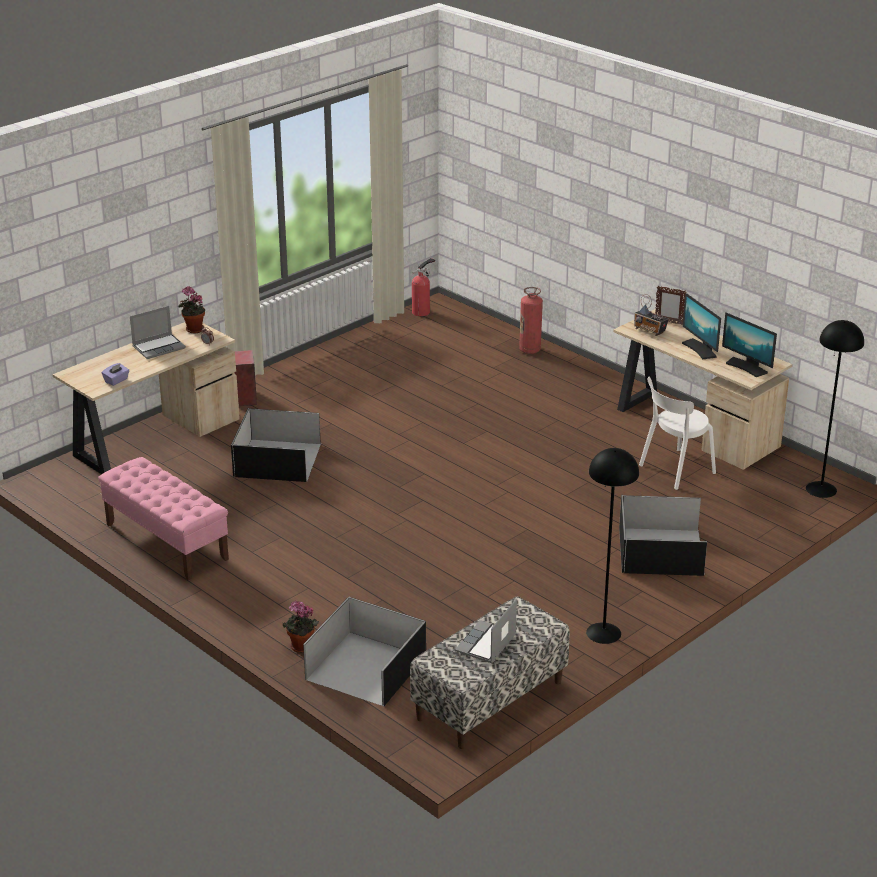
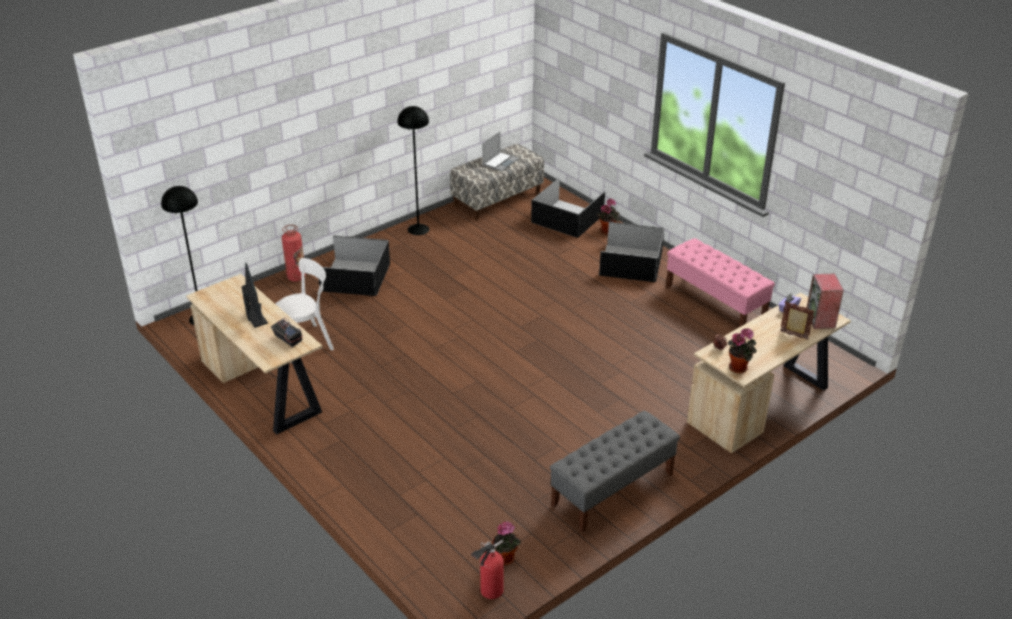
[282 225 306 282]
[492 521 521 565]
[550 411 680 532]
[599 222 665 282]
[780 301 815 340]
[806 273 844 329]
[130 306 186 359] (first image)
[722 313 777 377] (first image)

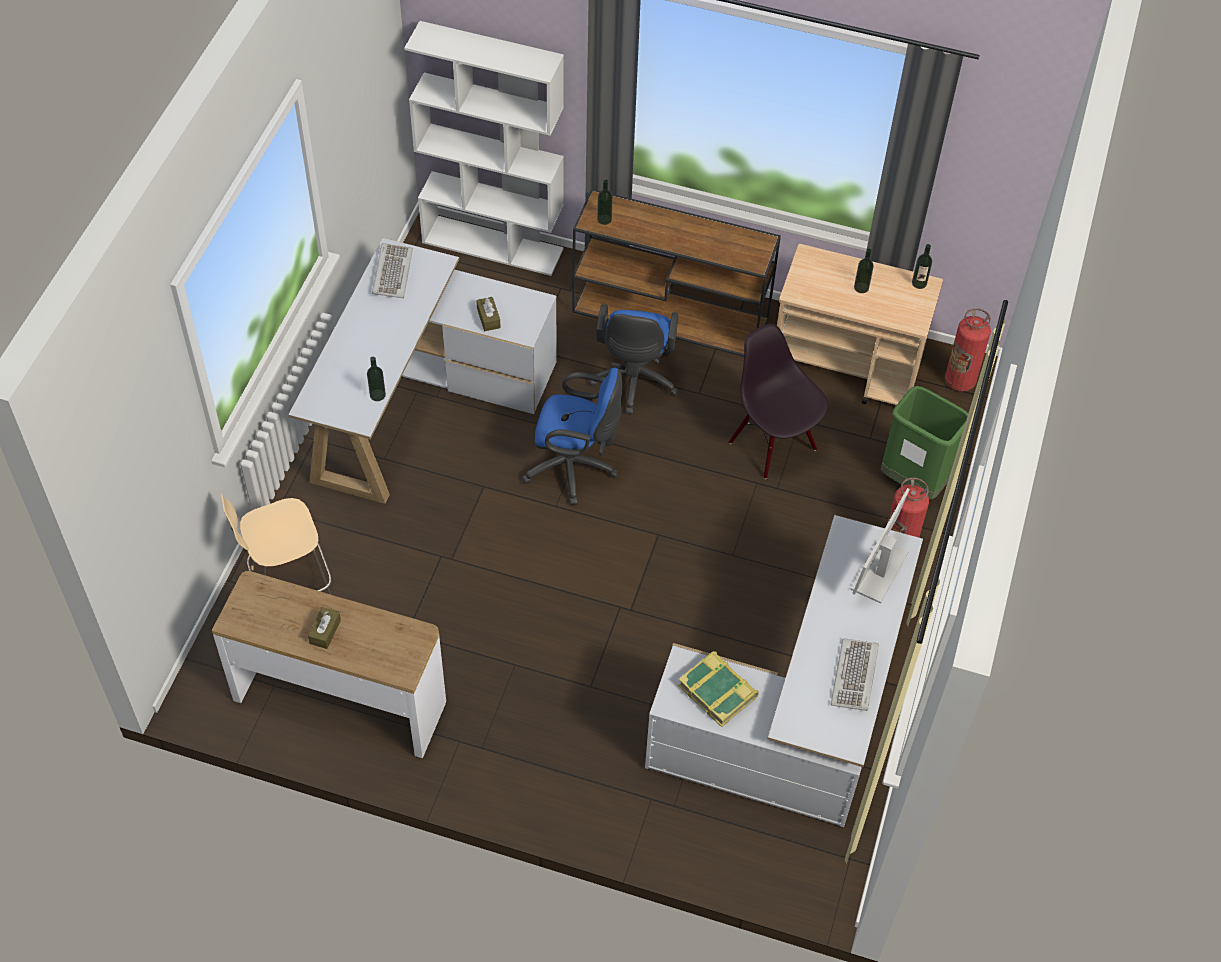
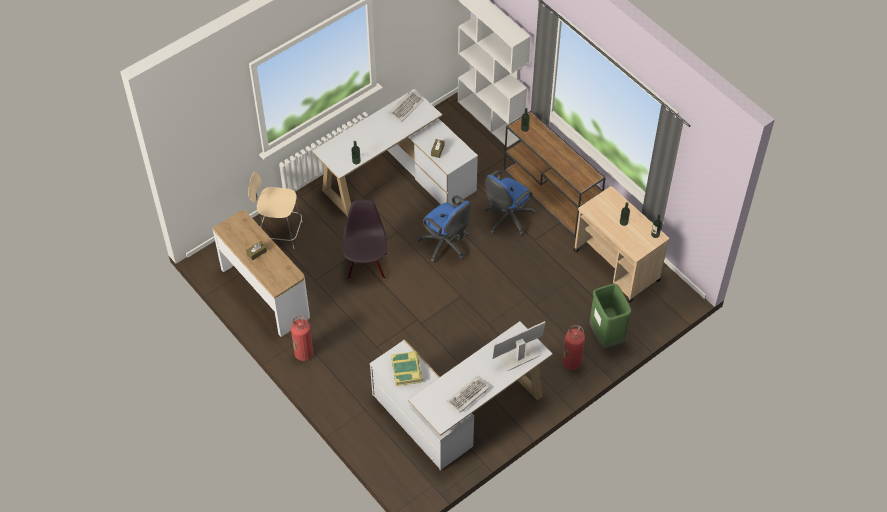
[291 316 313 361]
[342 199 387 280]

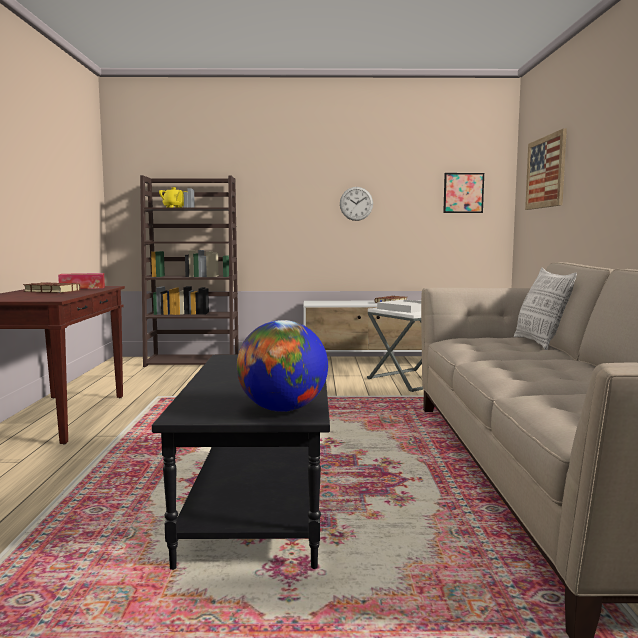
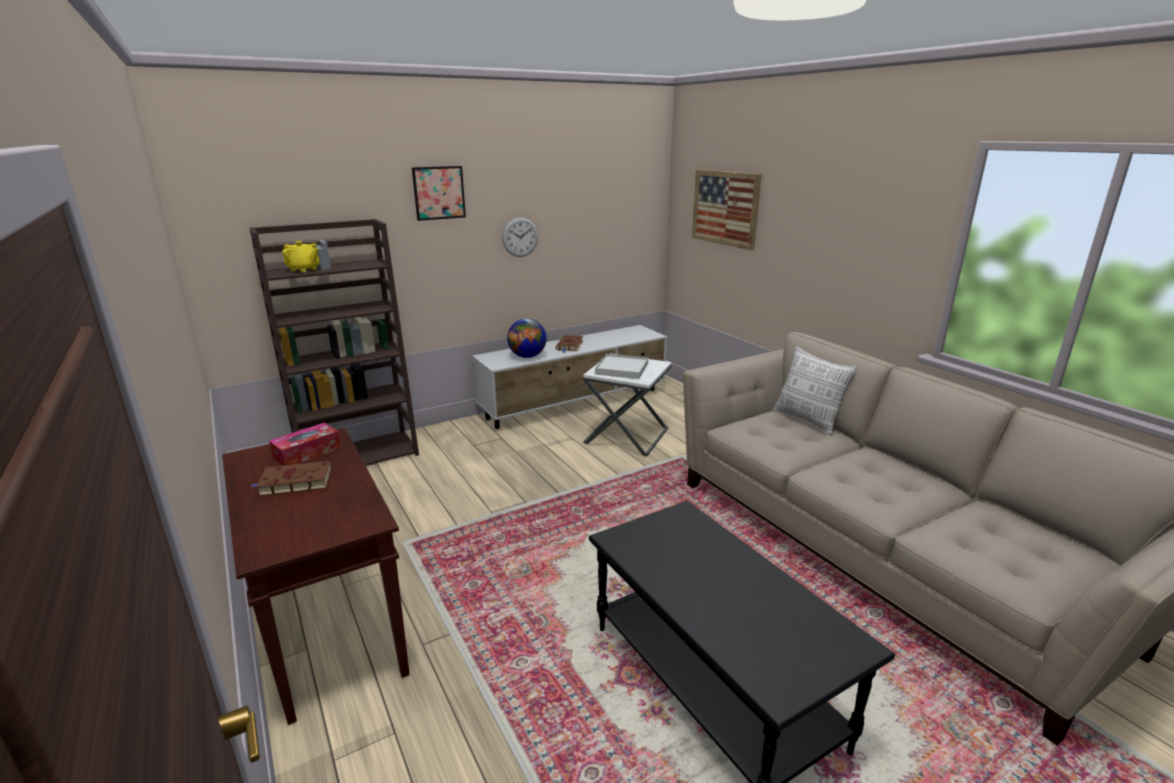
[412 166 466 221]
[507 319 547 358]

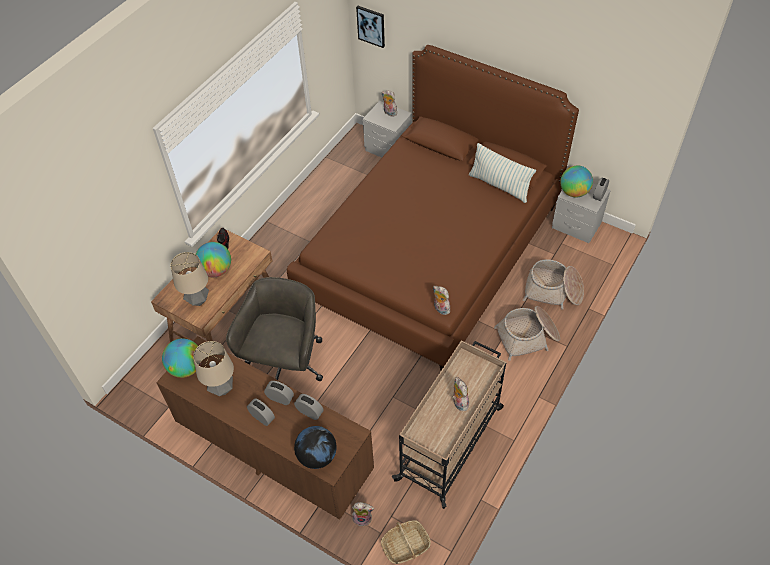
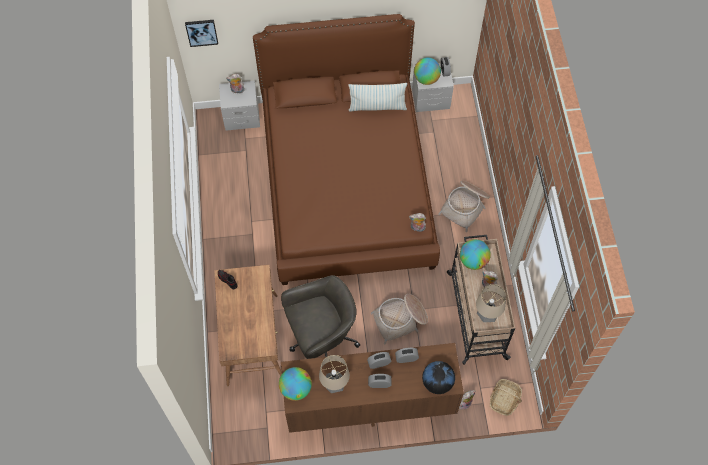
[281 275 360 359]
[371 294 428 344]
[460 239 491 270]
[476 284 506 322]

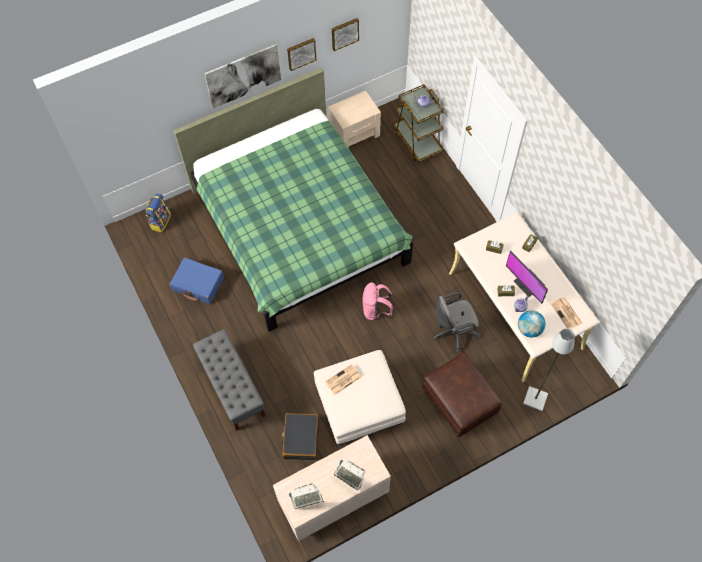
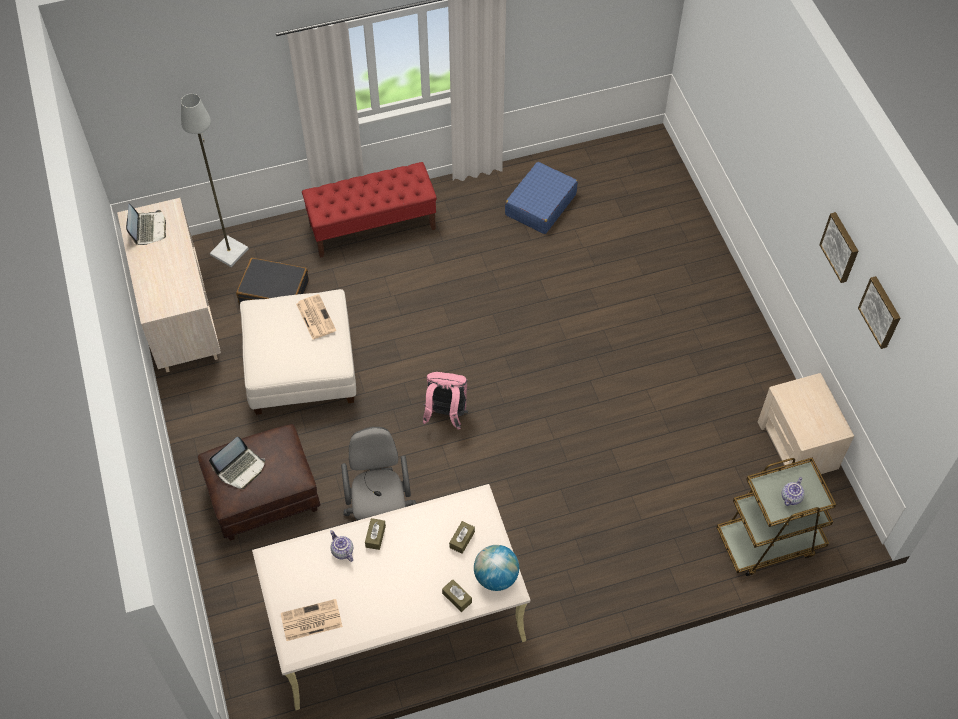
[181 94 249 267]
[209 437 265 489]
[302 162 437 258]
[474 545 519 591]
[146 193 171 232] (first image)
[174 68 413 332] (first image)
[204 44 281 108] (first image)
[506 251 548 304] (first image)

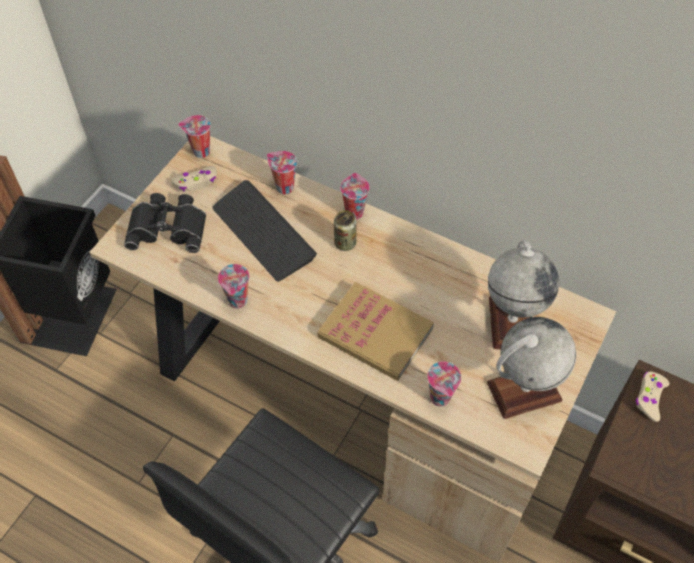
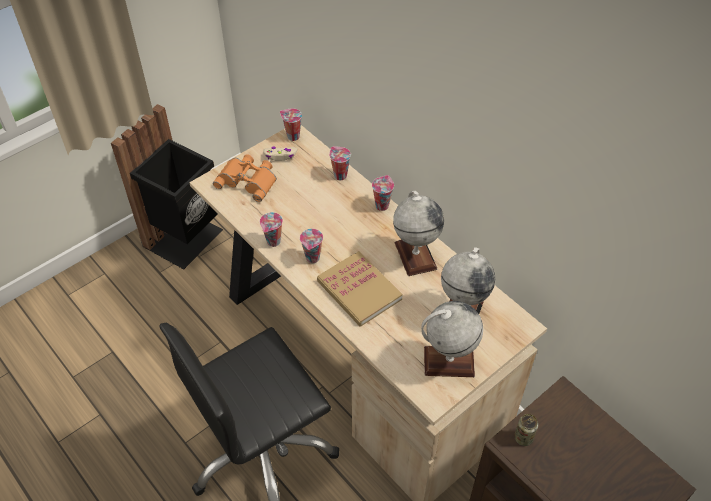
[213 154 277 202]
[300 229 323 263]
[393 191 444 276]
[514 414 538 446]
[212 180 317 282] (first image)
[636 371 669 422] (first image)

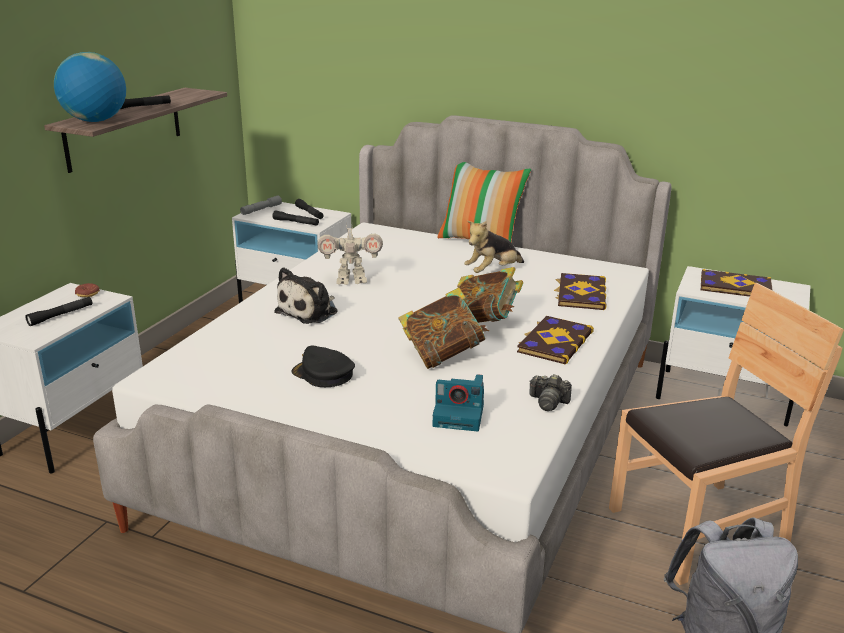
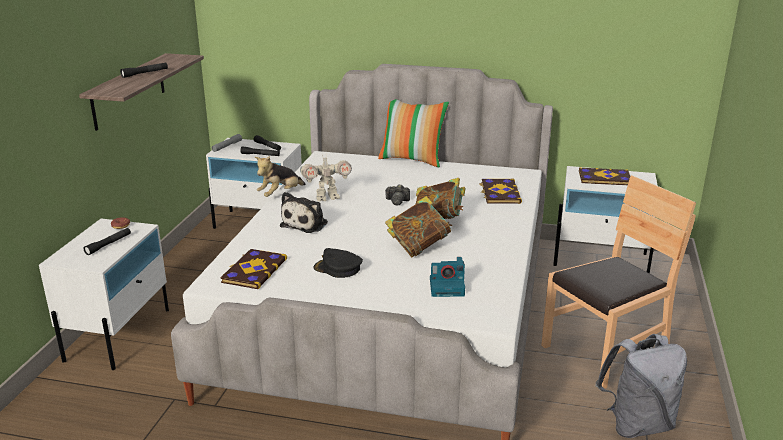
[220 249 287 289]
[255 156 306 197]
[385 184 410 205]
[54 52 126 122] (first image)

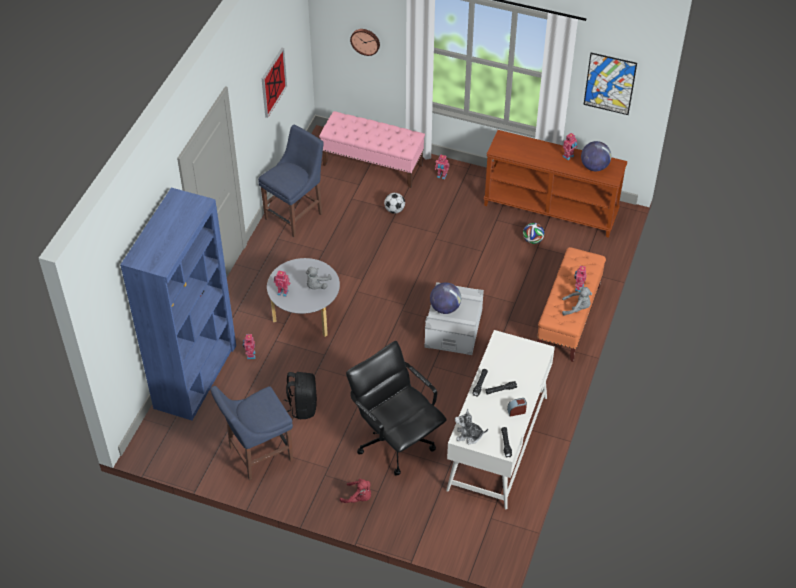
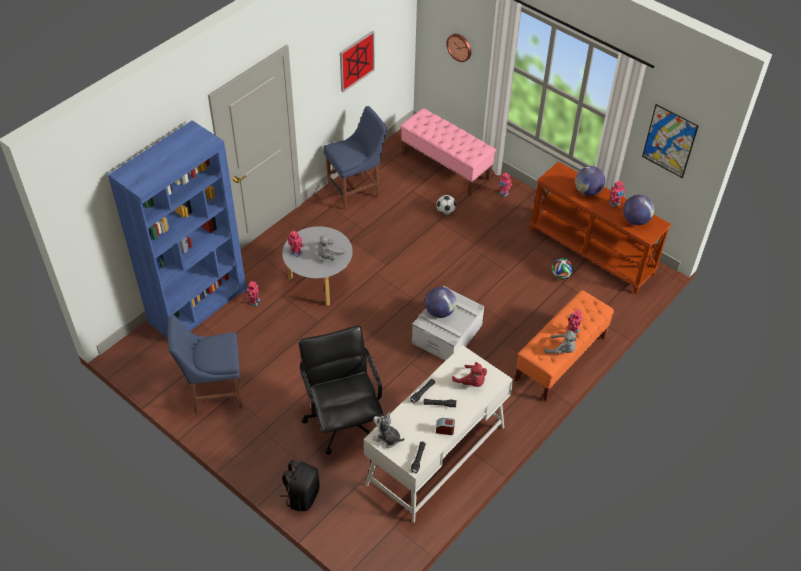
[280 460 320 511]
[452 362 487 387]
[575 166 605 196]

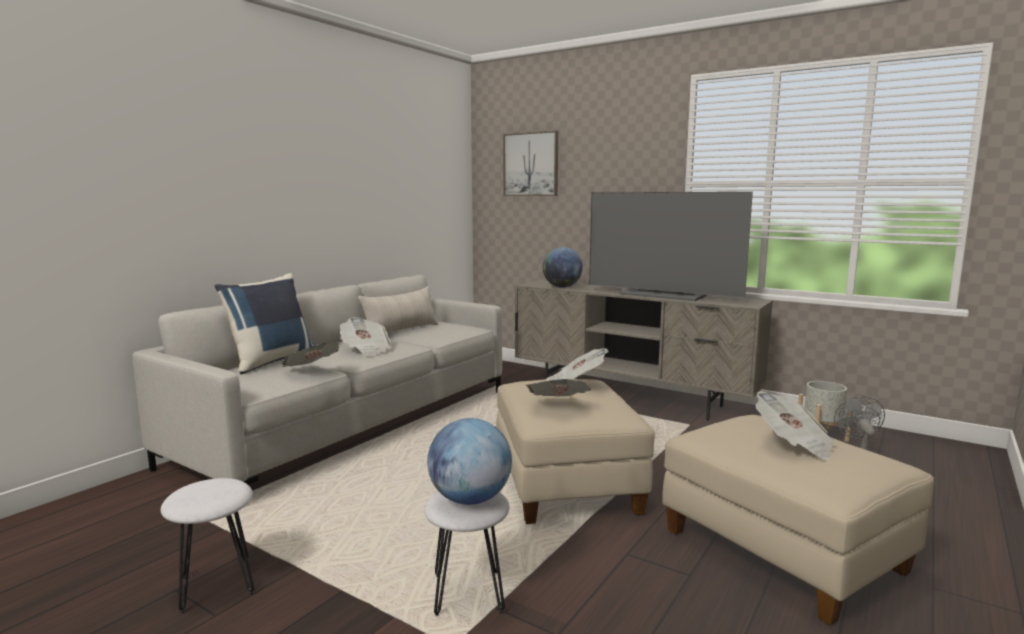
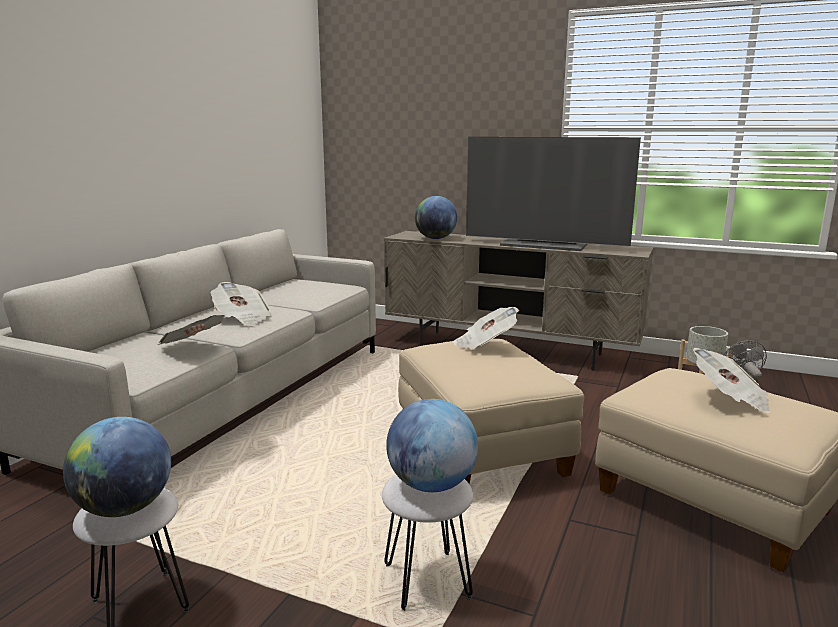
[63 417 171 517]
[214 273 315 375] (first image)
[358 286 438 332] (first image)
[503 131 558 196] (first image)
[526 379 591 396] (first image)

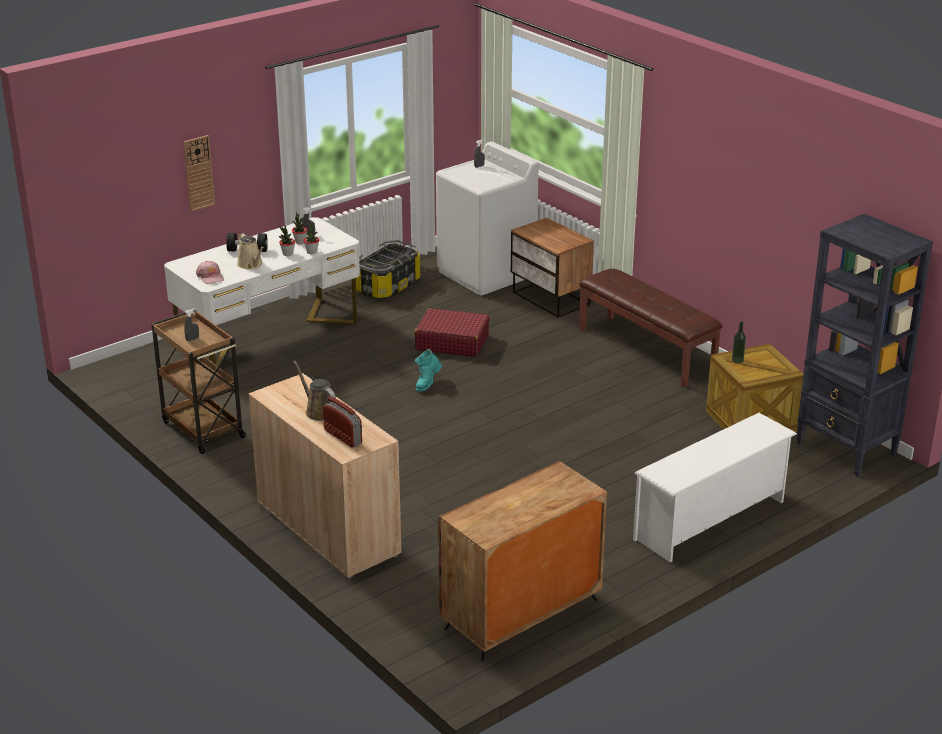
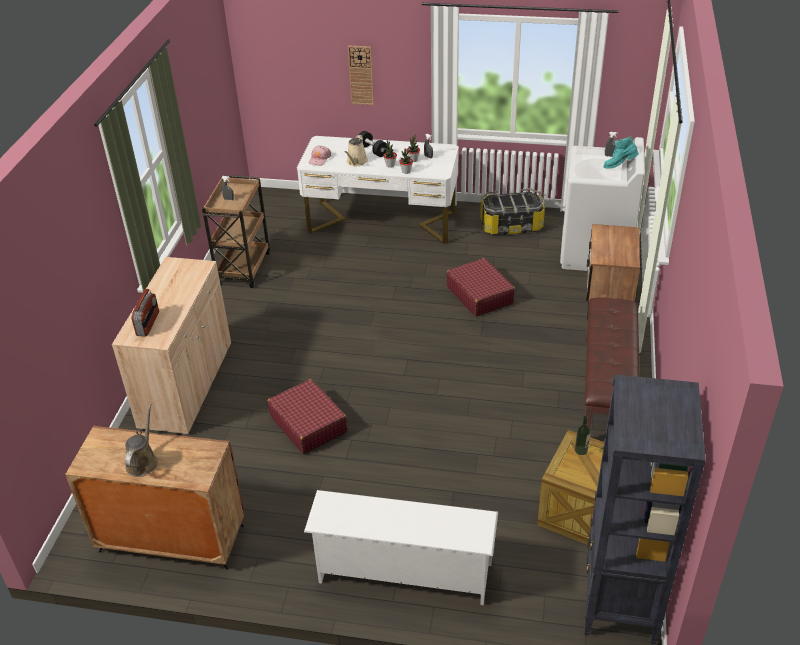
[125 404 158 477]
[268 379 347 454]
[603 137 639 169]

